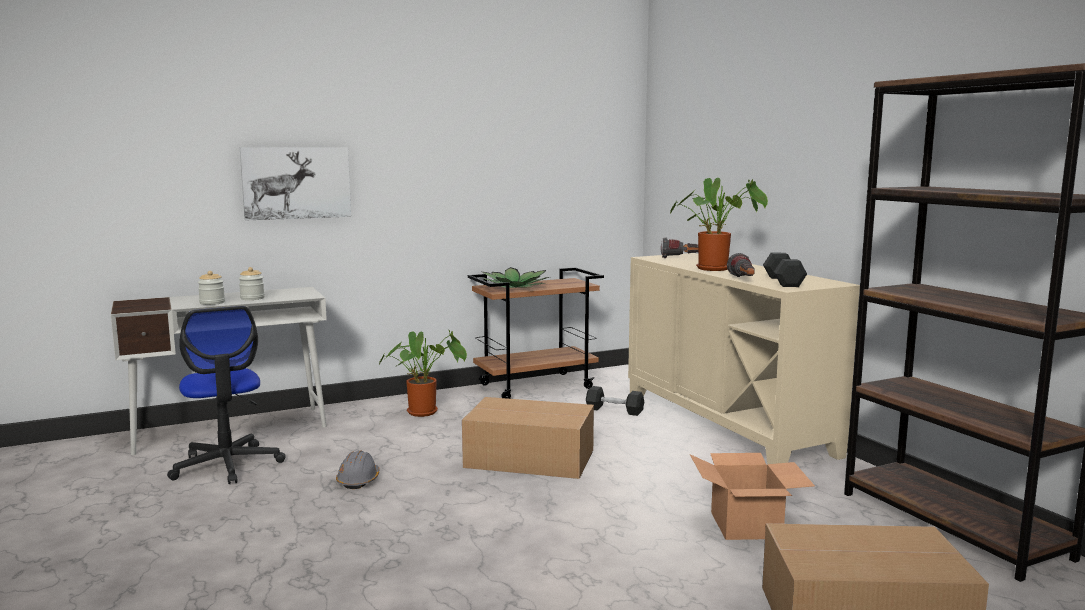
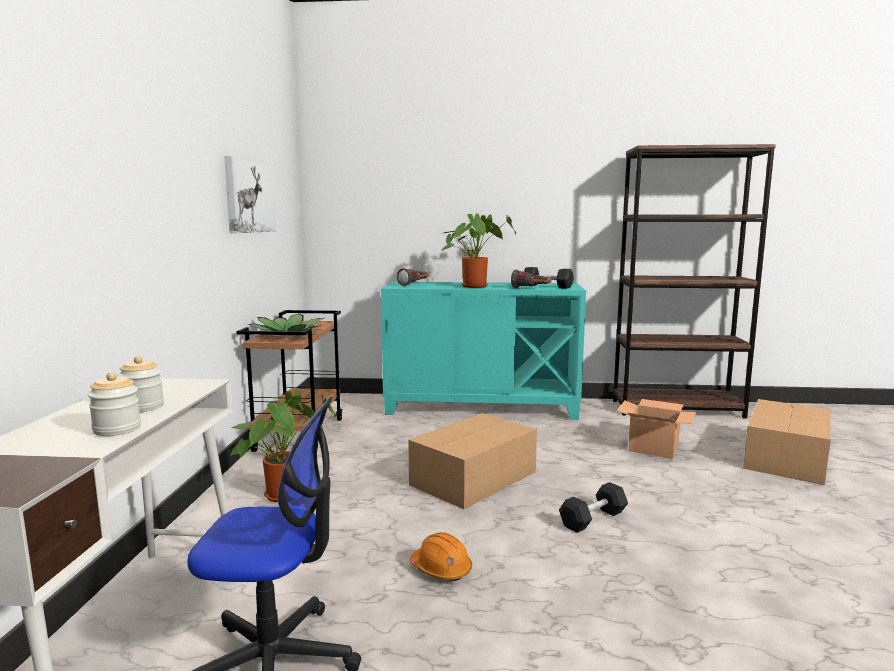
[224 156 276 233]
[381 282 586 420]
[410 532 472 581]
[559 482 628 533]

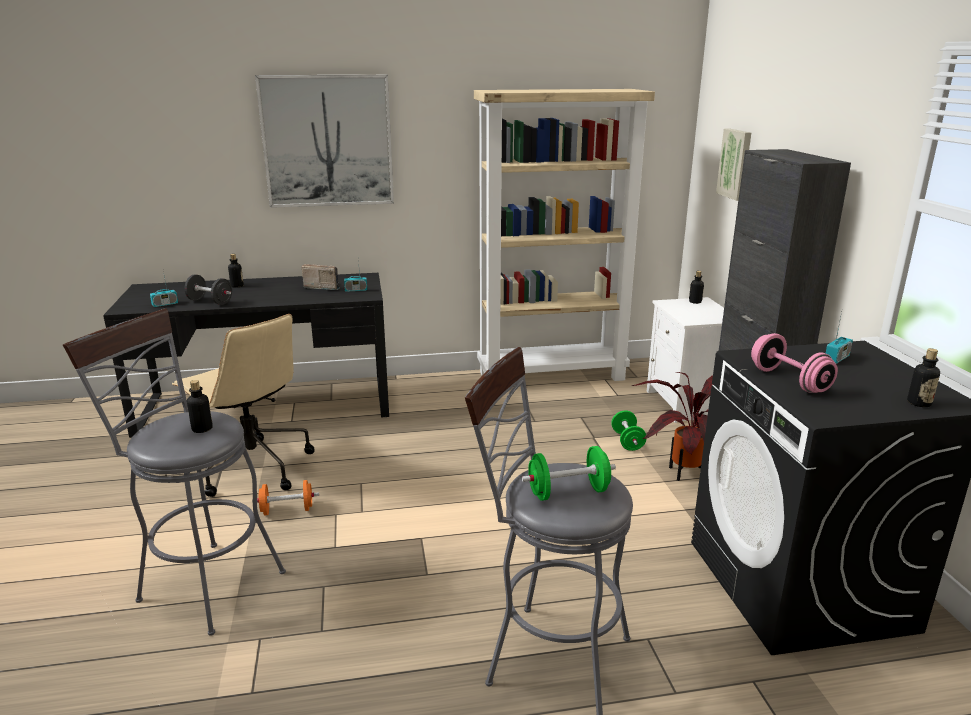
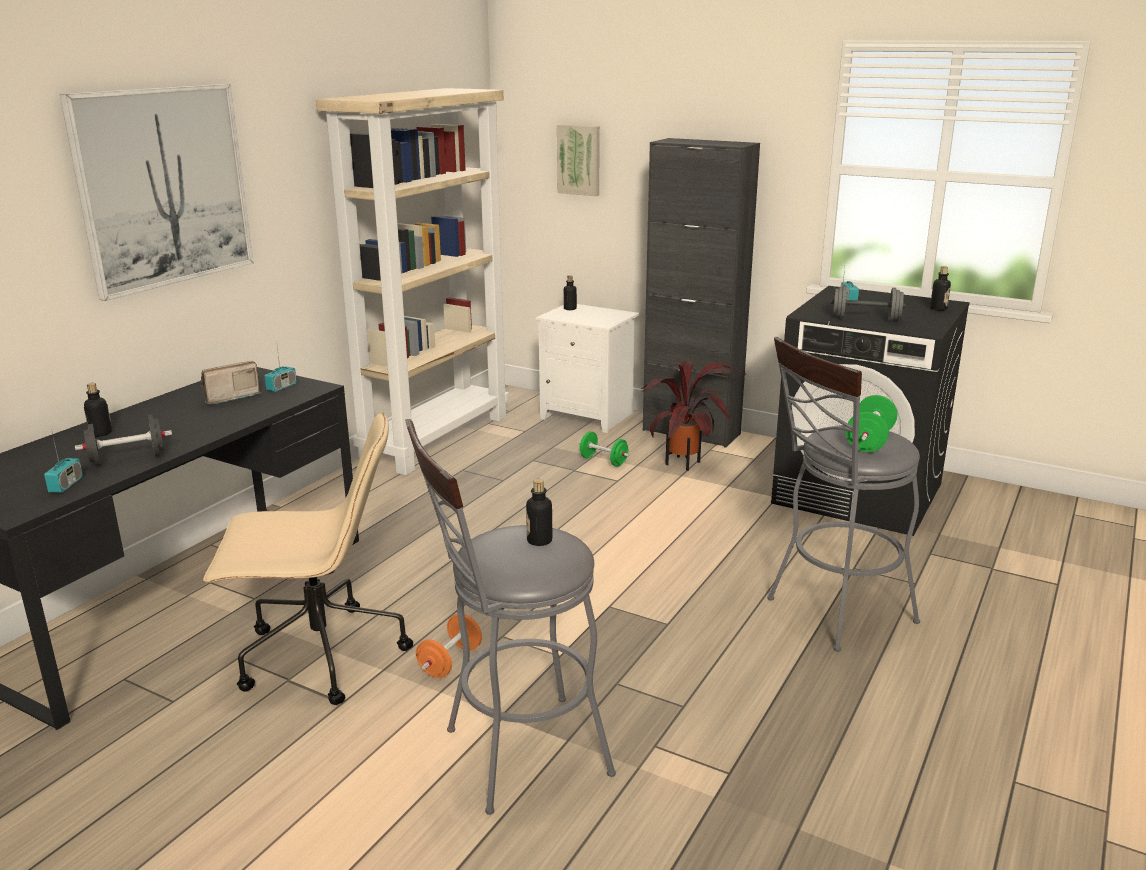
[831 285 906 321]

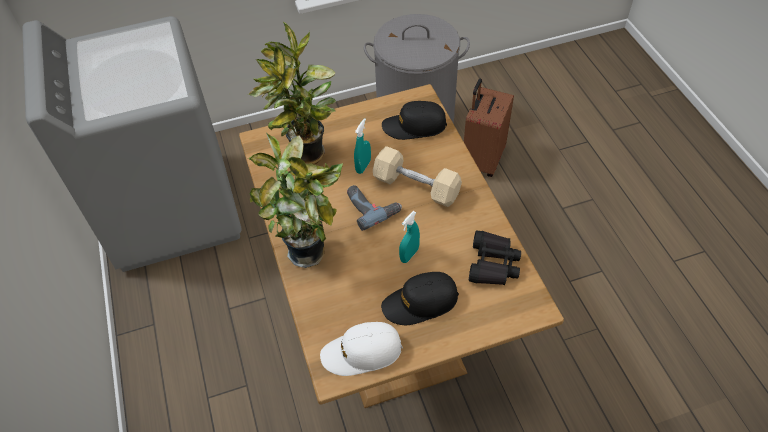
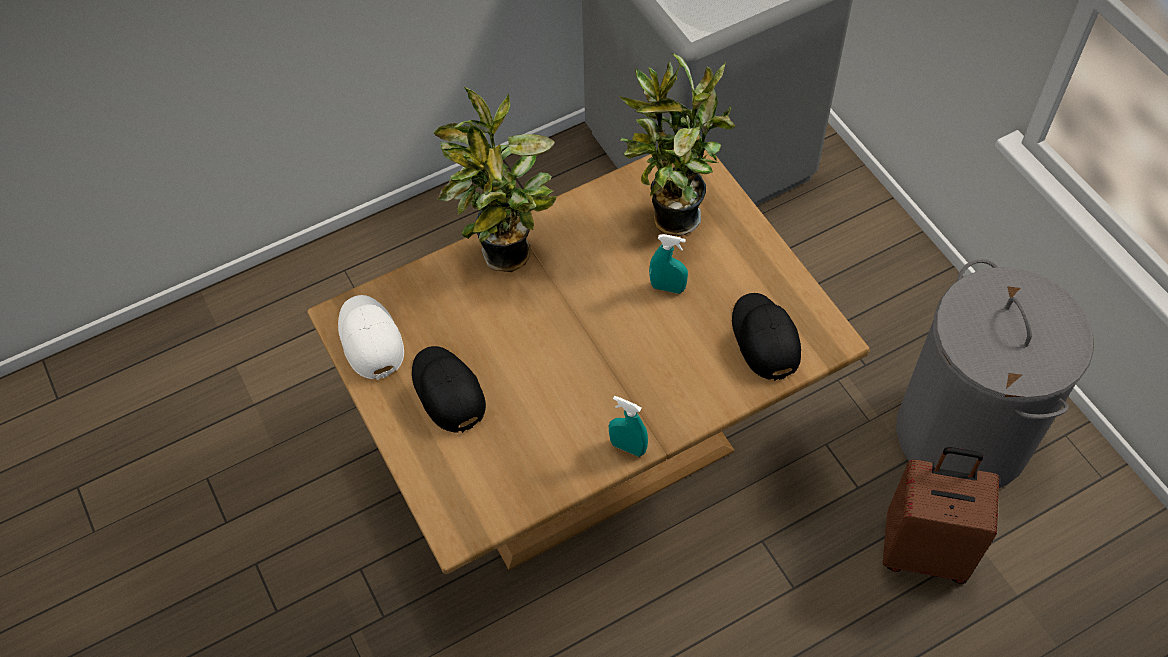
[609 396 648 457]
[347 185 402 231] (first image)
[373 146 462 207] (first image)
[469 230 521 285] (first image)

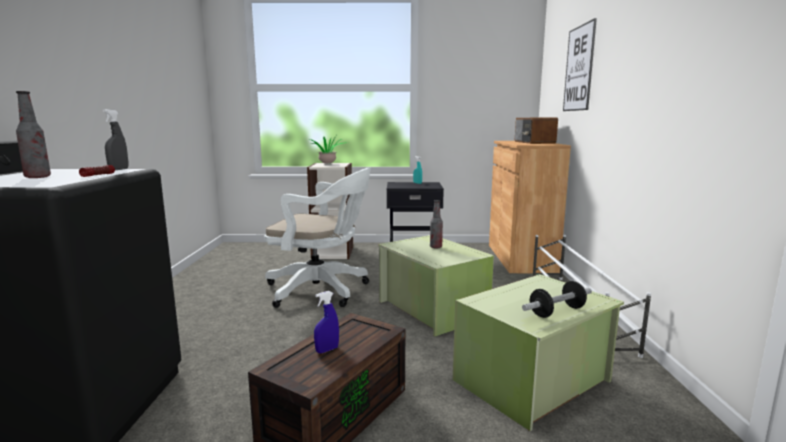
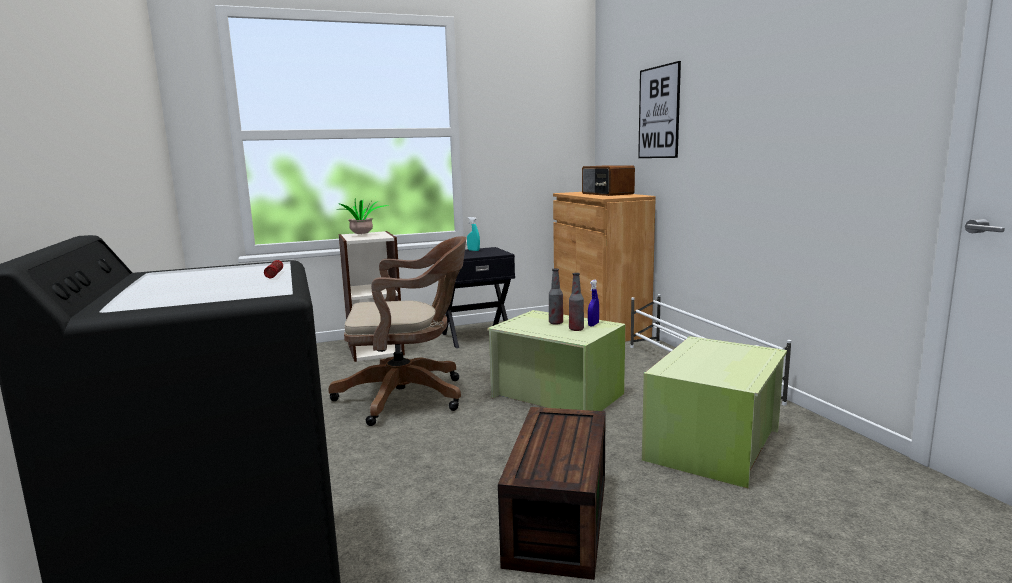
[329 236 466 426]
[569 273 584 331]
[588 280 599 326]
[103 109 128 170] (first image)
[522 281 592 318] (first image)

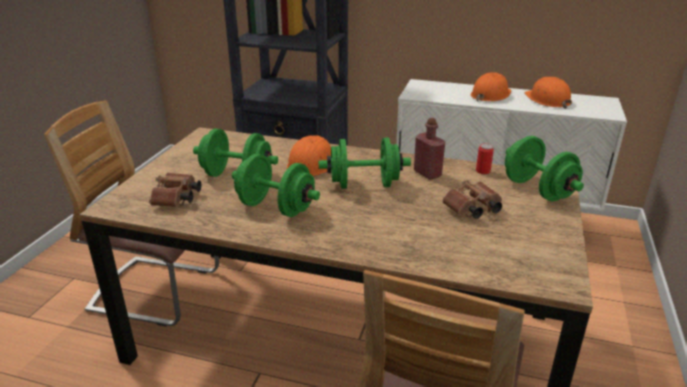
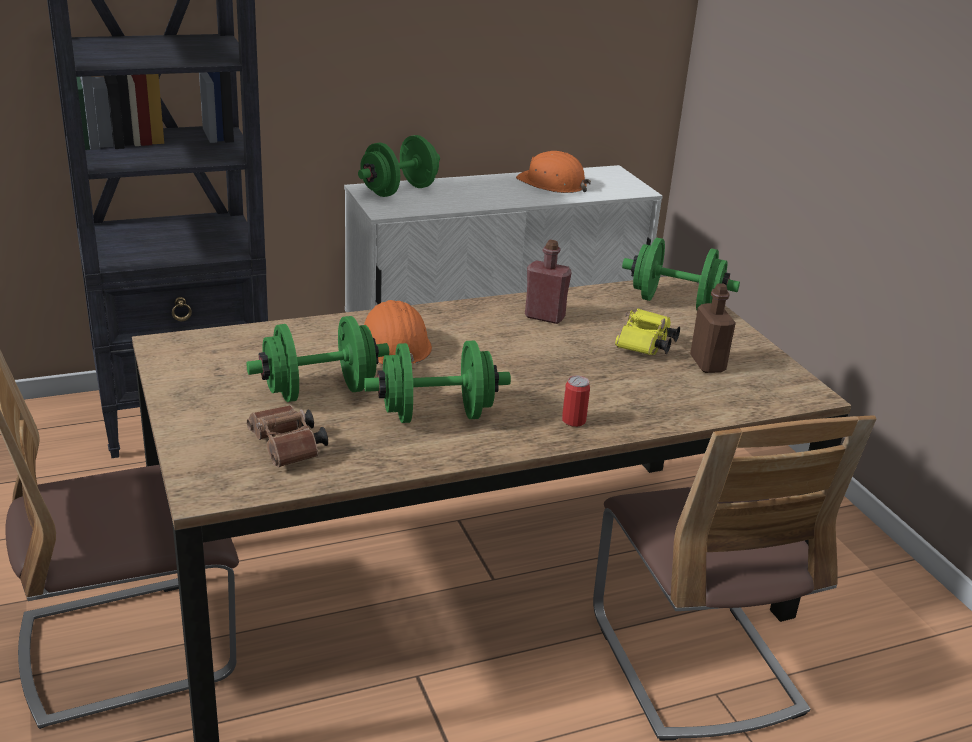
[358 135 440 197]
[562 376 590 427]
[615 308 680 355]
[690 283 736 373]
[470 72 512 102] (first image)

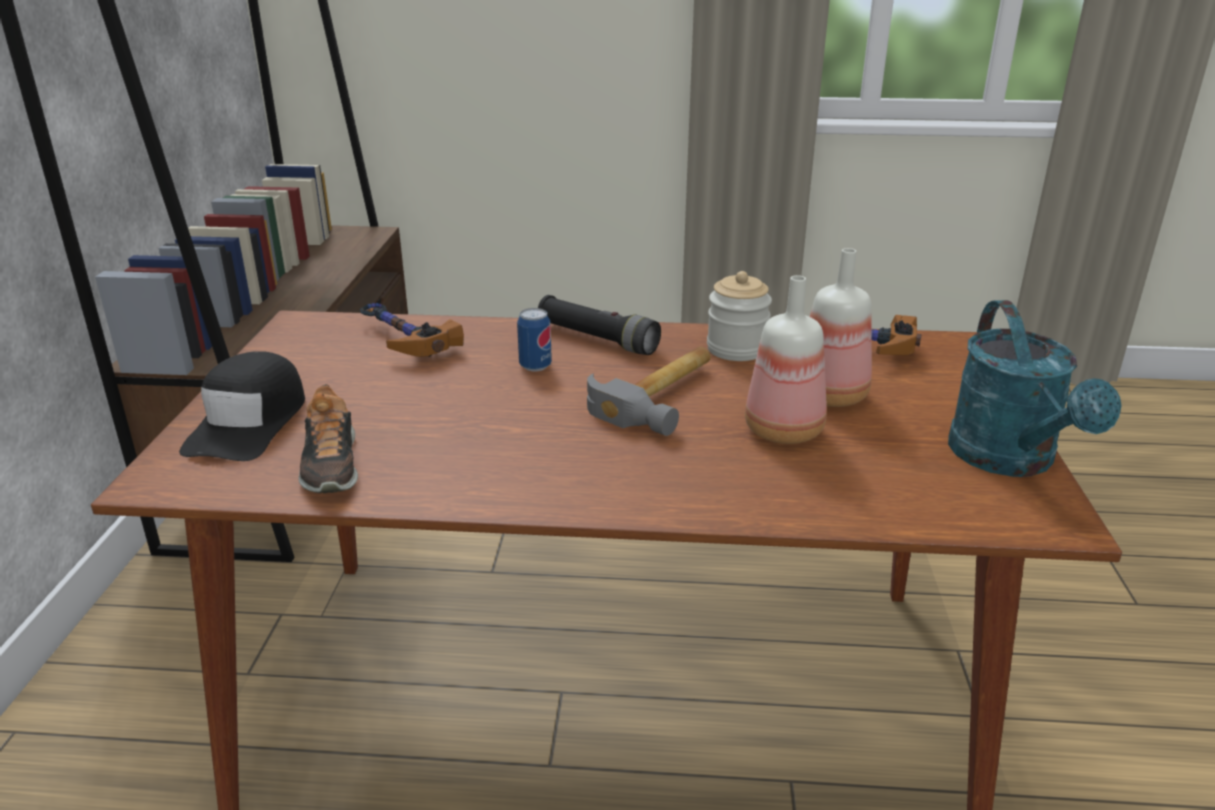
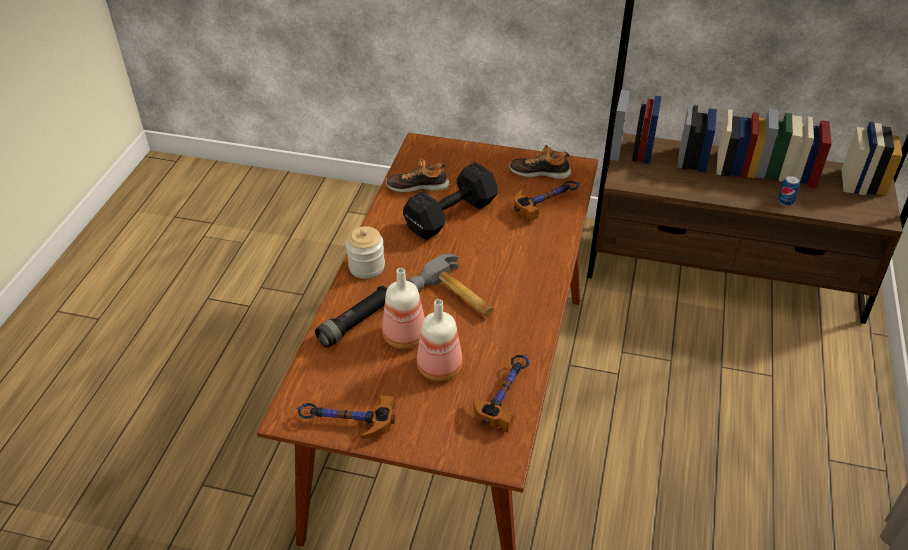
[296 395 396 439]
[315 286 387 348]
[346 227 385 279]
[403 162 498 240]
[509 145 572 179]
[778 175 800 206]
[179 351 305 461] (first image)

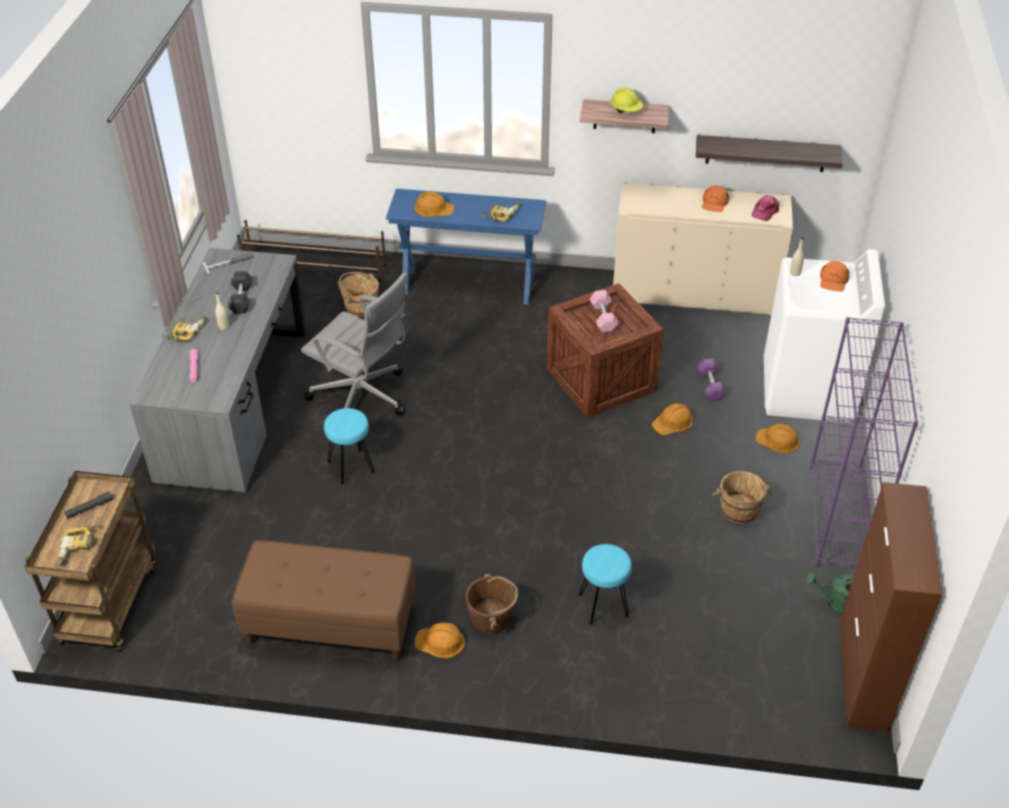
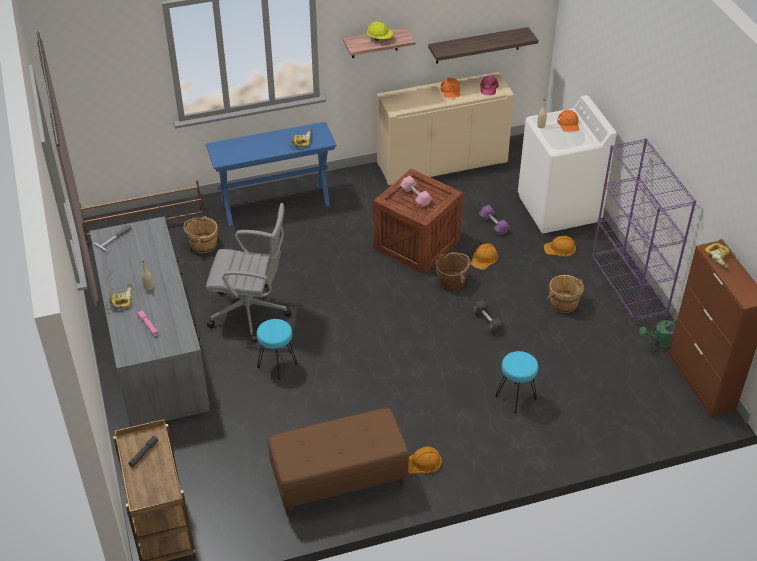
[436 252 470 291]
[472 300 504 335]
[705 239 737 269]
[415 191 454 217] (first image)

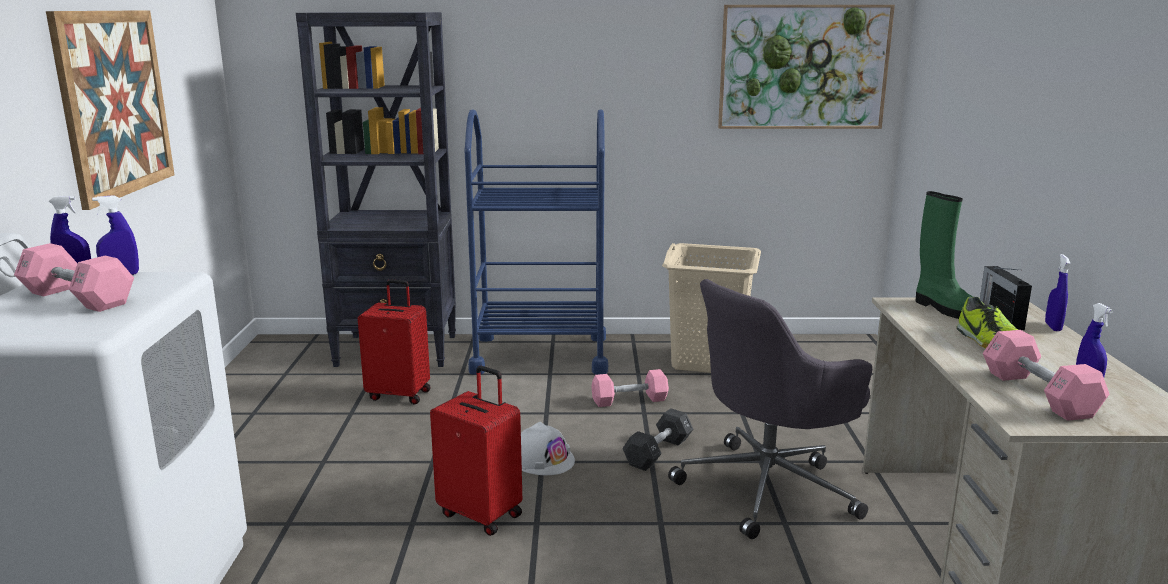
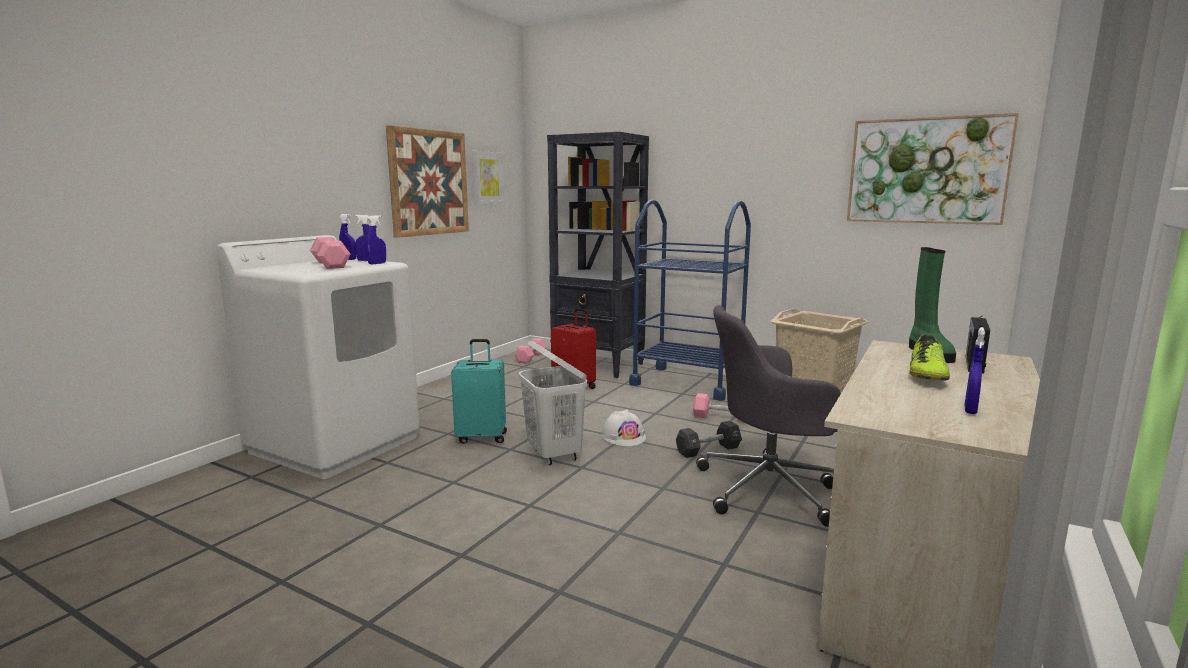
[366 215 386 264]
[451 339 507 444]
[472 151 504 204]
[514 338 547 364]
[519 340 587 465]

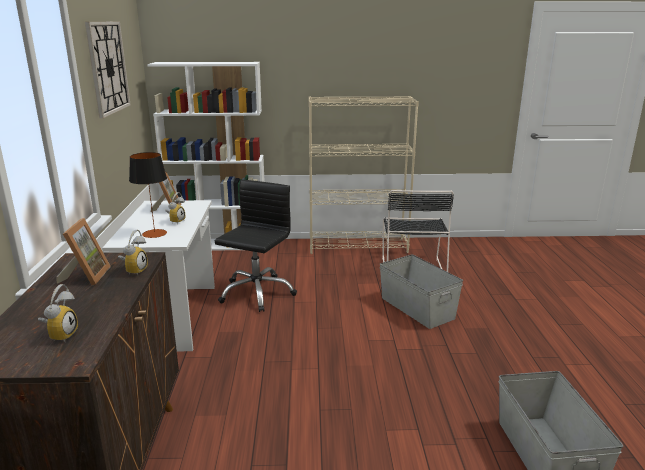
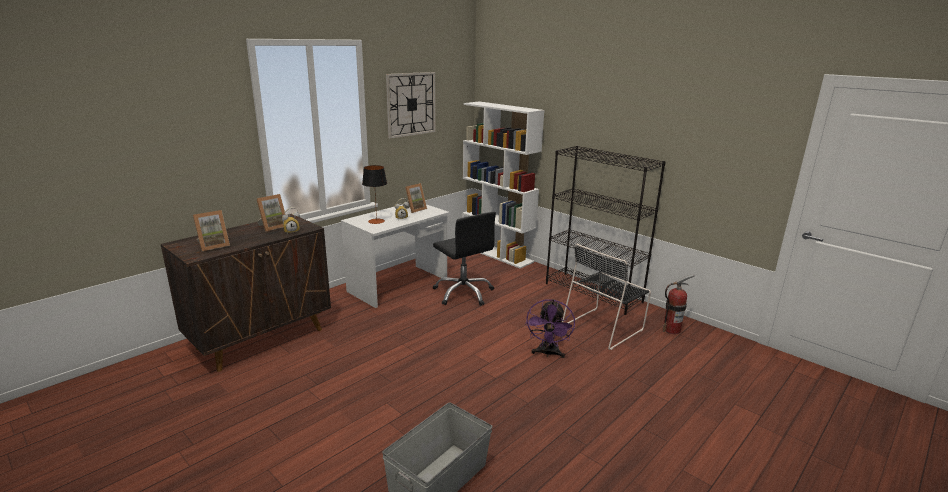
[193 210 230 251]
[433 212 496 306]
[525 299 575 358]
[546 146 666 315]
[662 274 695 334]

